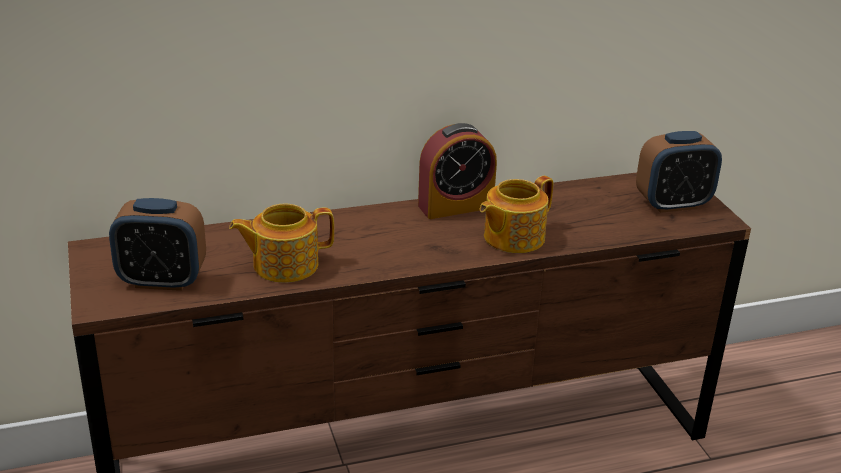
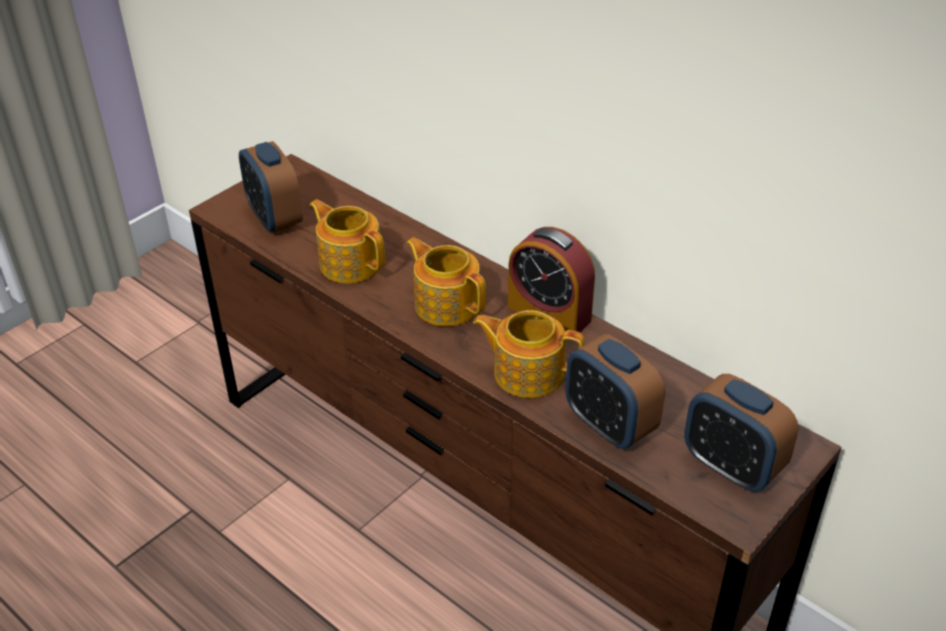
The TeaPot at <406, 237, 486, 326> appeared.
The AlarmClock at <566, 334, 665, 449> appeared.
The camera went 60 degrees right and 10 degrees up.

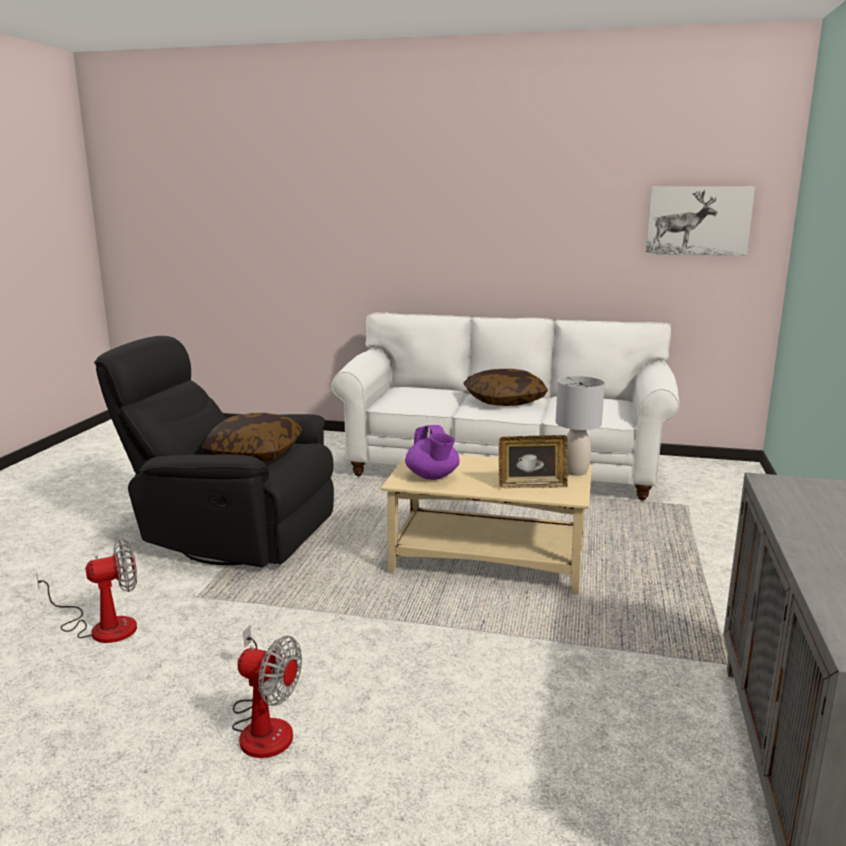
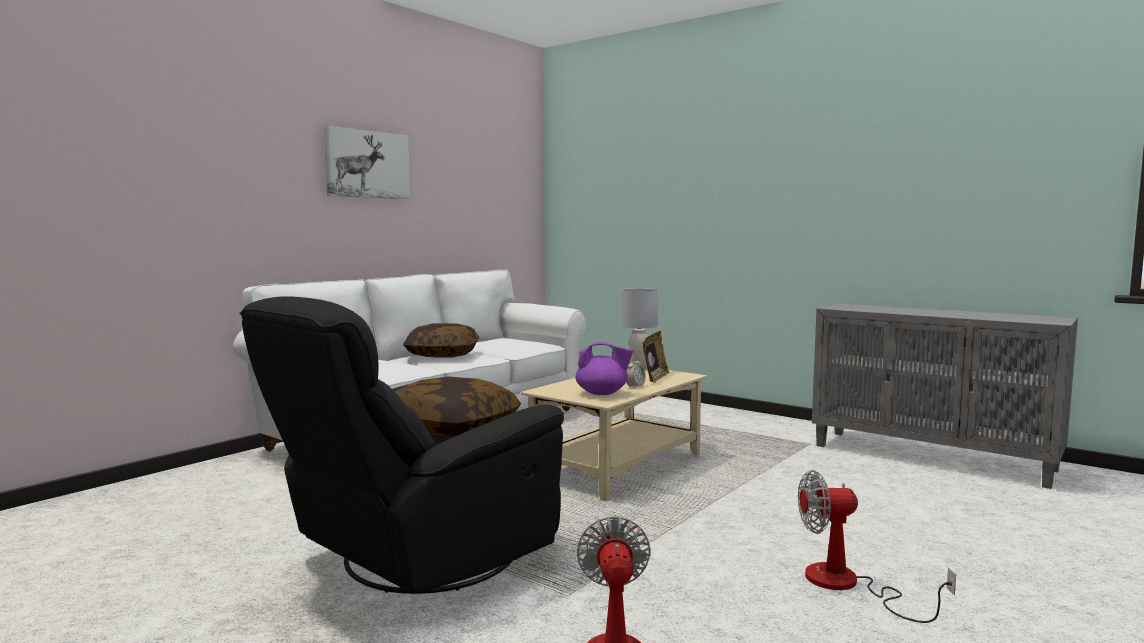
The Picture moved from <646, 187, 755, 256> to <324, 126, 410, 199>.
The AlarmClock at <626, 357, 646, 388> appeared.
The Fan at <232, 626, 302, 758> turned 135 degrees counterclockwise.
The camera went 65 degrees left and 10 degrees down.

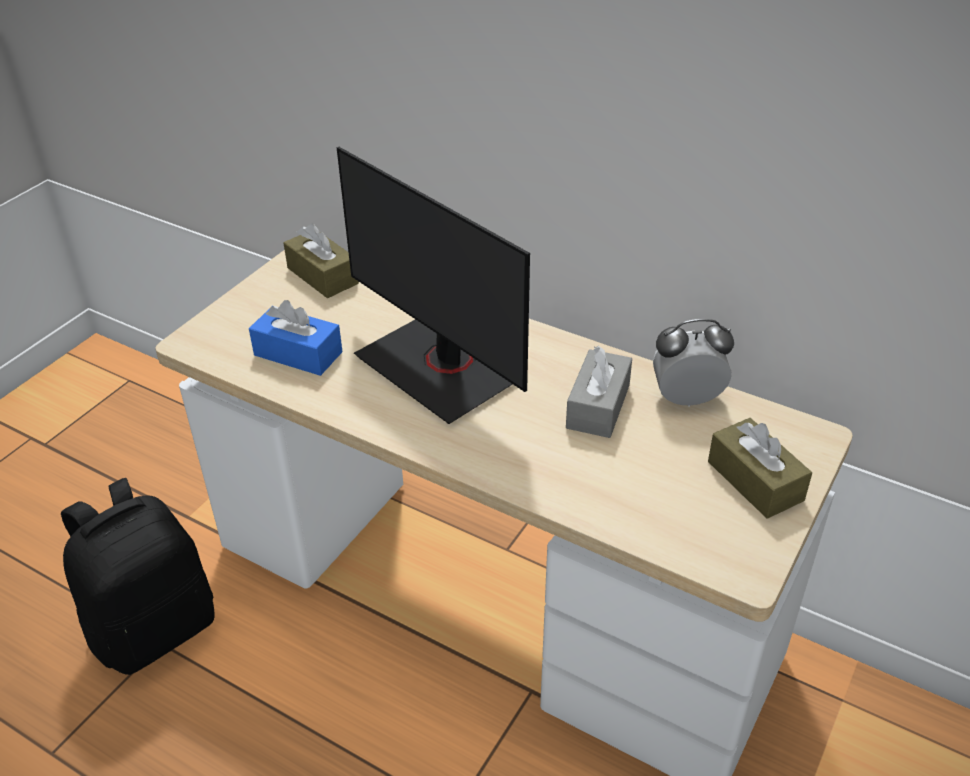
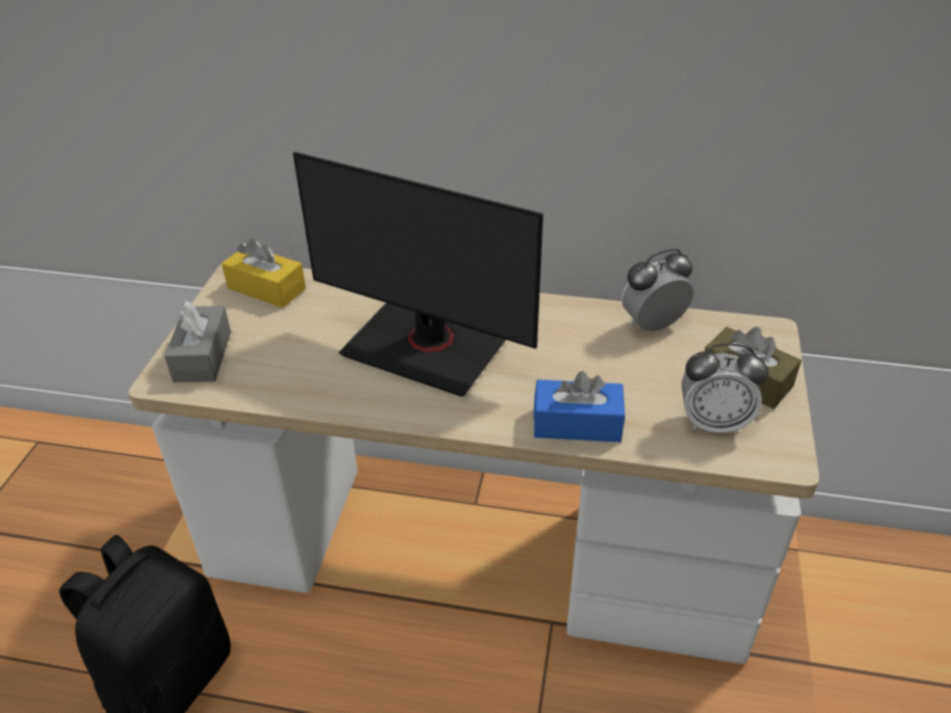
The GreyTissueHolder moved from <566, 346, 632, 438> to <165, 301, 231, 382>.
The BrownTissueHolder at <284, 223, 359, 298> became the YellowColouredTissueHolder at <222, 238, 306, 308>.
The BlueTissueHolder moved from <249, 300, 343, 376> to <533, 371, 625, 442>.
The AlarmClock at <682, 343, 769, 434> appeared.
The camera went 20 degrees left and 0 degrees up.

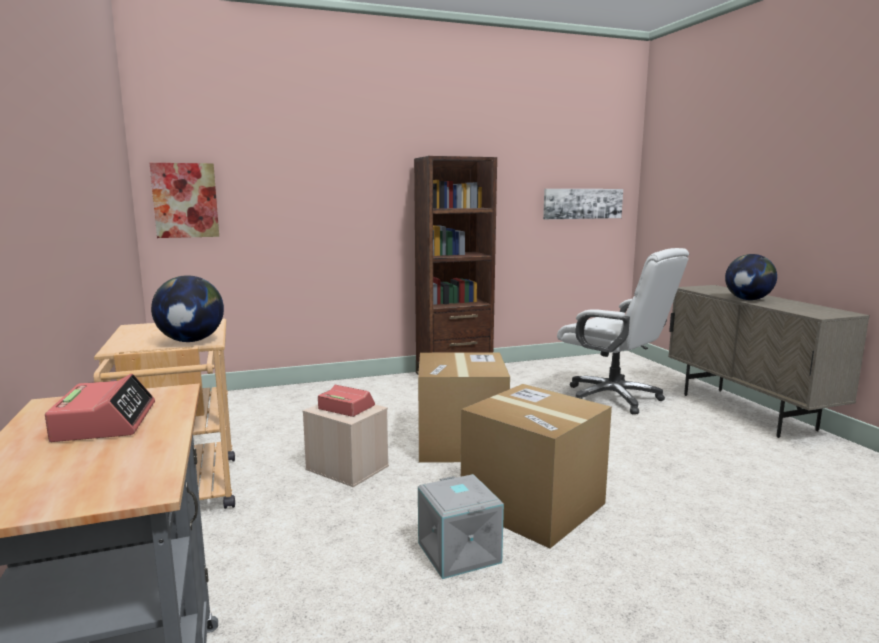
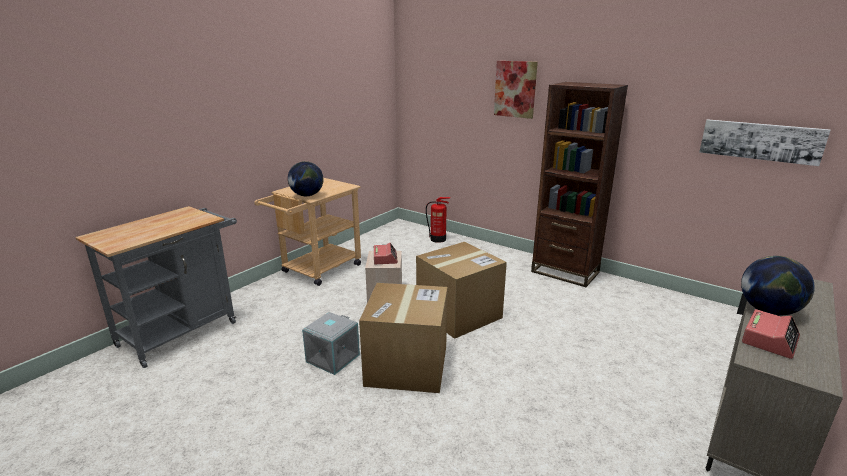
The Extinguisher at <426, 197, 450, 243> appeared.
The Picture moved from <150, 163, 219, 238> to <494, 61, 538, 119>.
The AlarmClock moved from <45, 374, 155, 442> to <742, 309, 800, 359>.
The WhiteComputerChair at <557, 248, 689, 414> disappeared.
The camera went 55 degrees right and 10 degrees up.

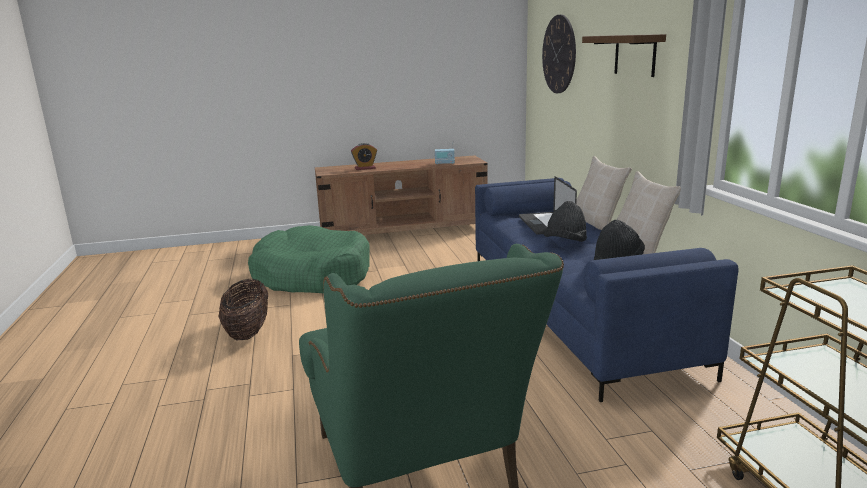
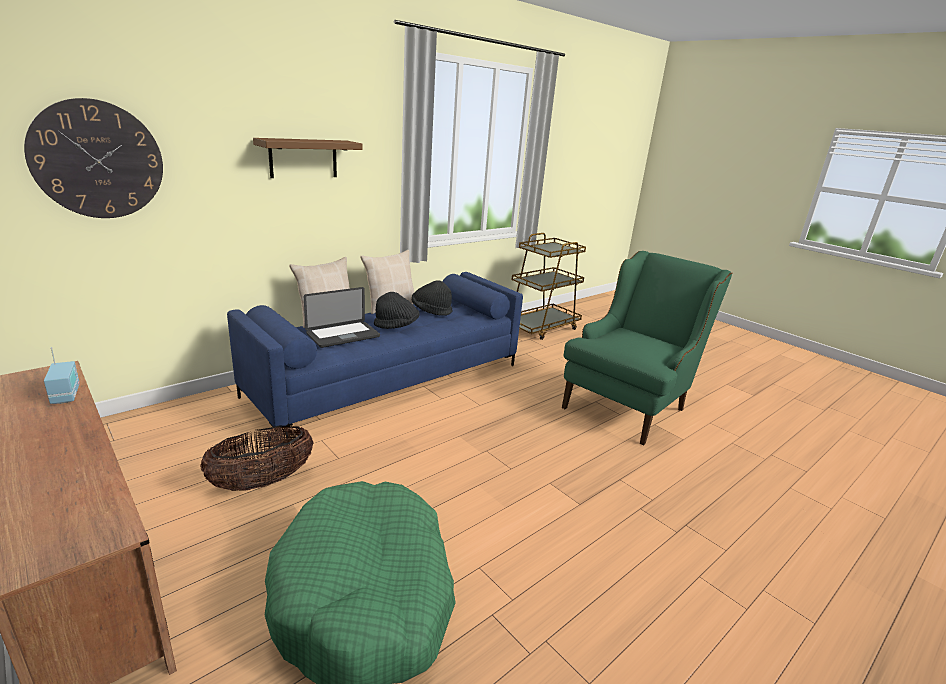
The Basket moved from <218, 279, 268, 340> to <200, 426, 314, 491>.
The AlarmClock at <351, 143, 377, 170> disappeared.
The camera went 120 degrees left and 5 degrees up.

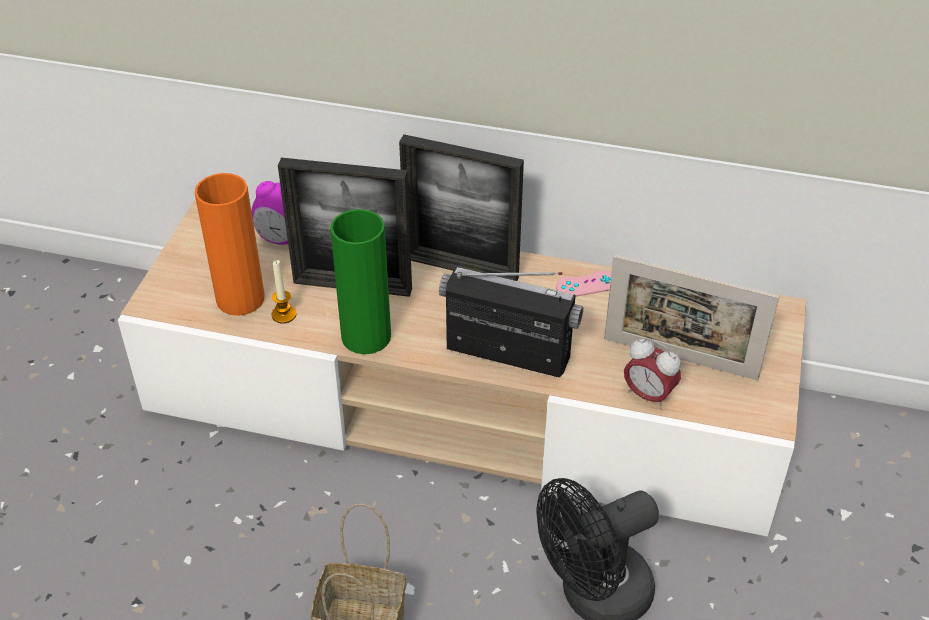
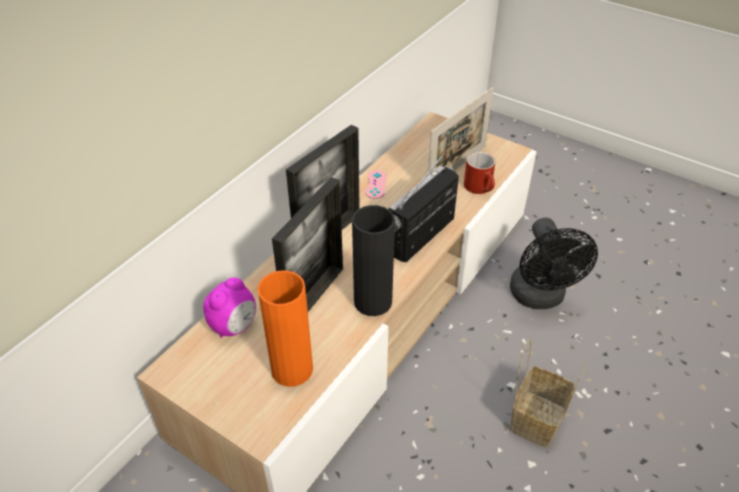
The GreenColouredDecorativeVase at <330, 209, 391, 354> became the BlackDecorativeVase at <352, 205, 395, 316>.
The AlarmClock at <624, 338, 681, 410> was replaced by the RedCoffeeMug at <464, 152, 495, 194>.
The Candle at <271, 260, 296, 323> disappeared.
The camera went 70 degrees left and 0 degrees up.

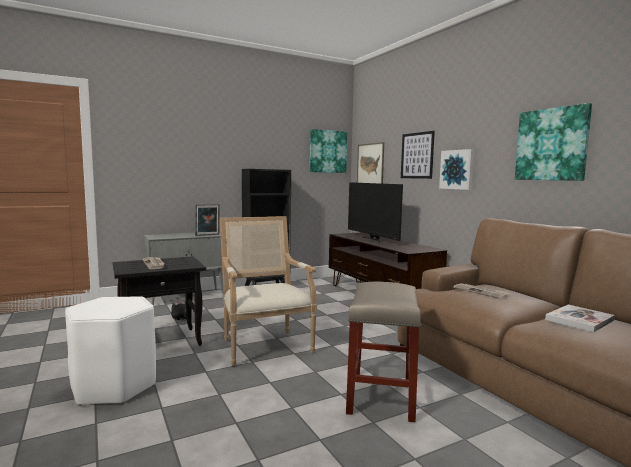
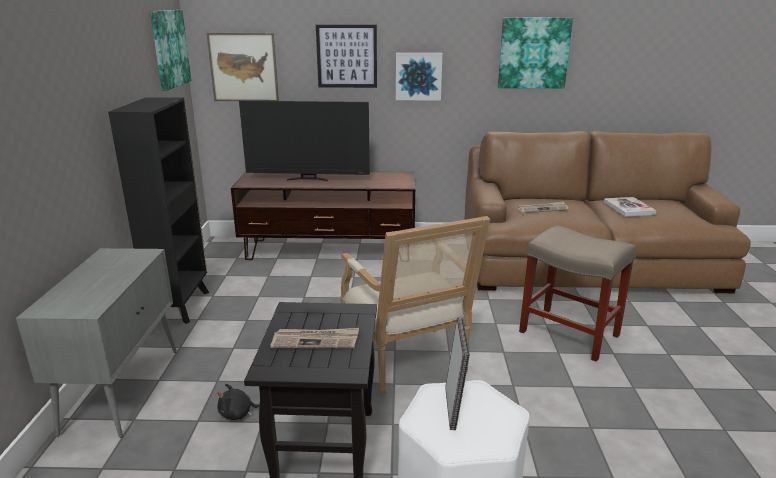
The Armchair at <220, 216, 317, 366> turned 120 degrees counterclockwise.
The PictureFrame moved from <195, 204, 220, 236> to <445, 317, 470, 430>.
The camera went 60 degrees left and 15 degrees up.

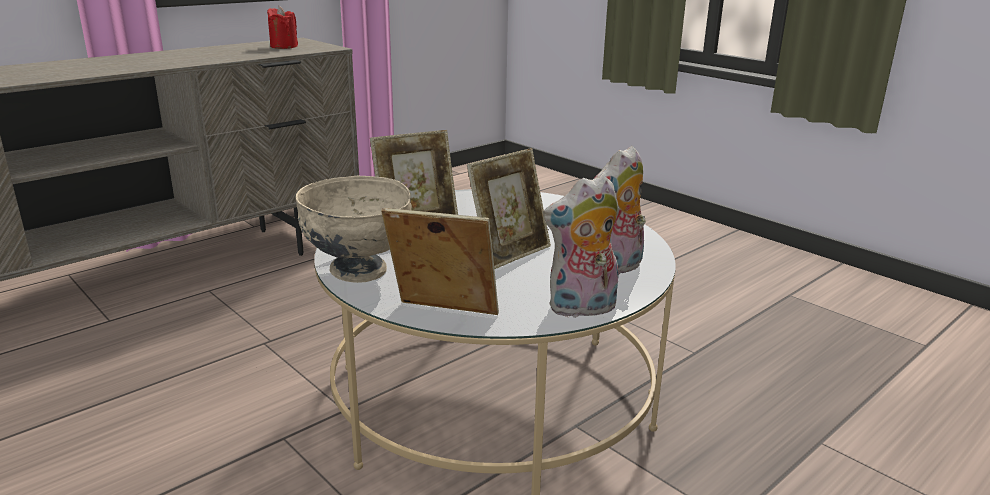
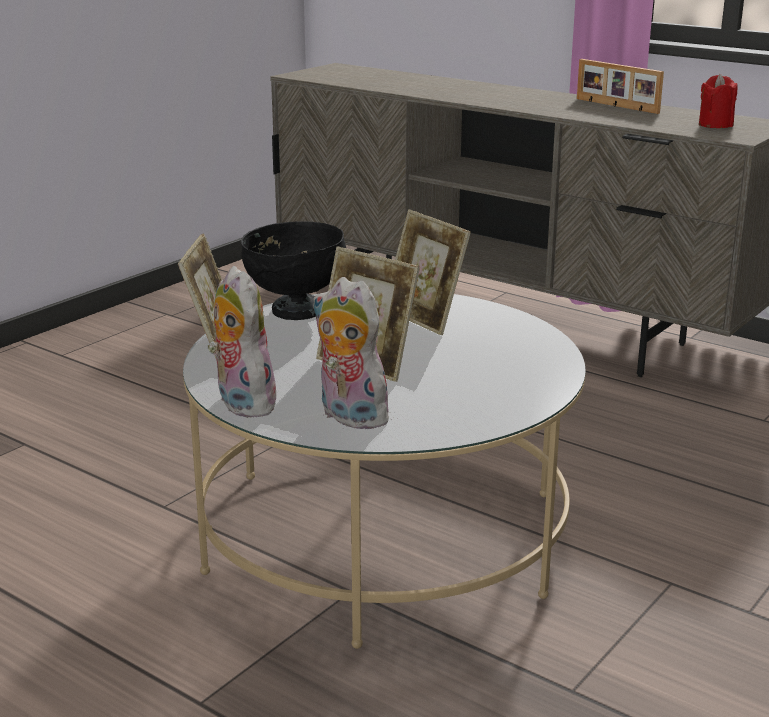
The SandColouredServingBowl at <296, 176, 411, 283> became the BlackServingBowl at <241, 221, 346, 320>.
The PictureFrame at <577, 59, 664, 114> appeared.
The camera went 80 degrees right and 0 degrees up.

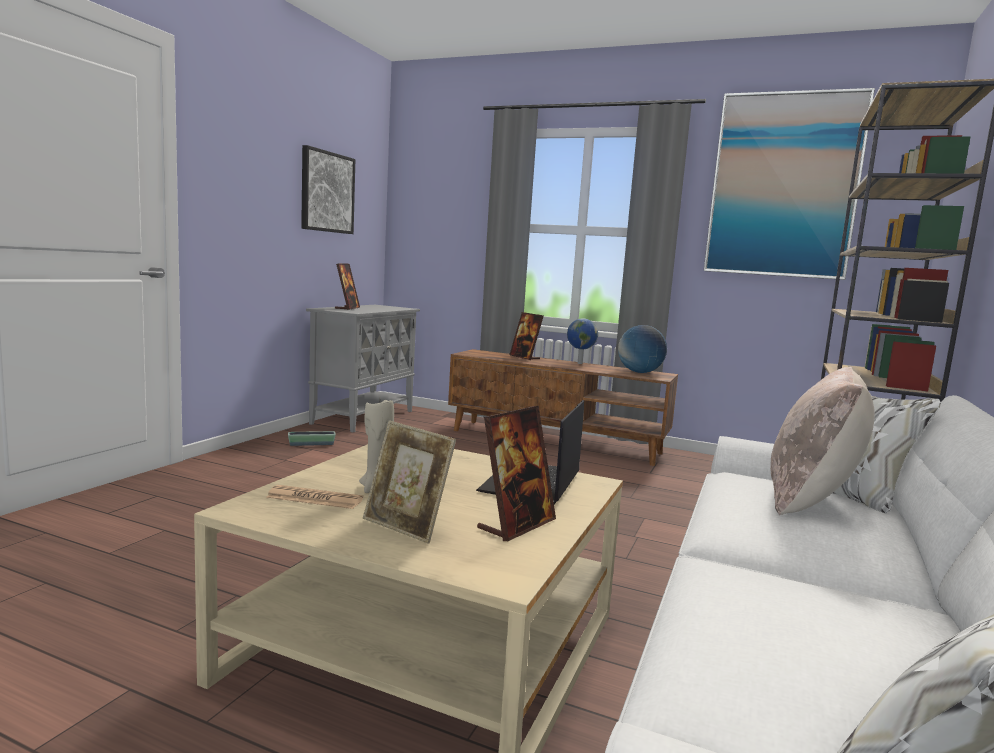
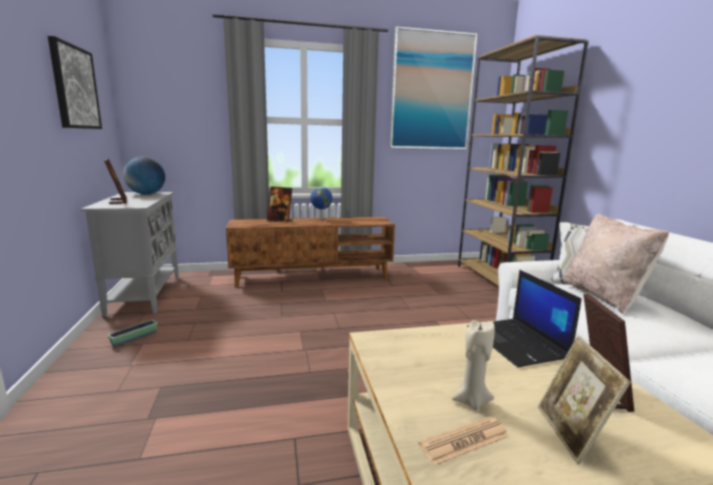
The Globe moved from <618, 325, 667, 373> to <123, 157, 165, 194>.
The PictureFrame at <363, 420, 456, 544> turned 90 degrees clockwise.
The camera went 35 degrees left and 5 degrees up.

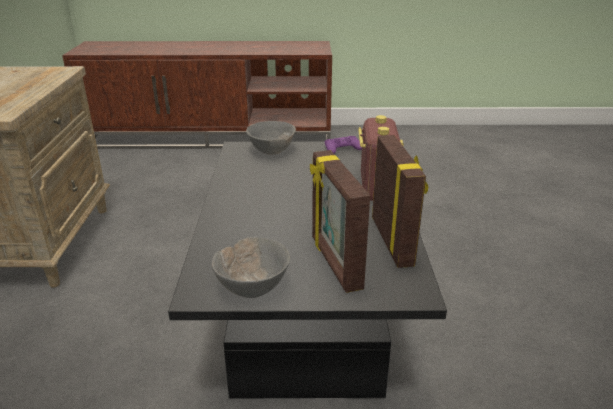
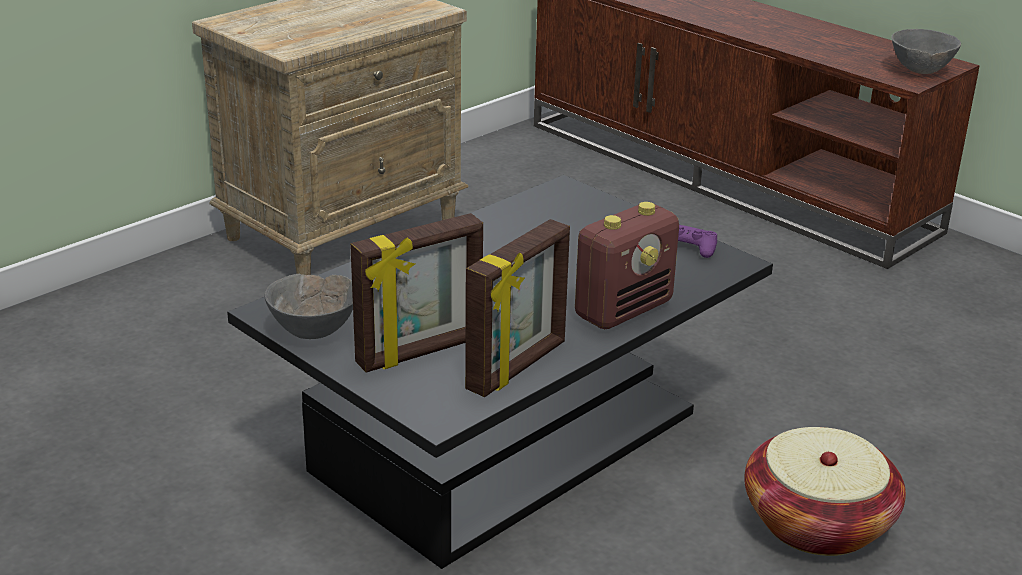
The PictureFrame at <310, 150, 370, 293> turned 150 degrees counterclockwise.
The Basket at <744, 427, 906, 556> appeared.
The GreyServingBowl moved from <246, 121, 296, 155> to <891, 29, 961, 74>.
The camera went 45 degrees right and 0 degrees up.

